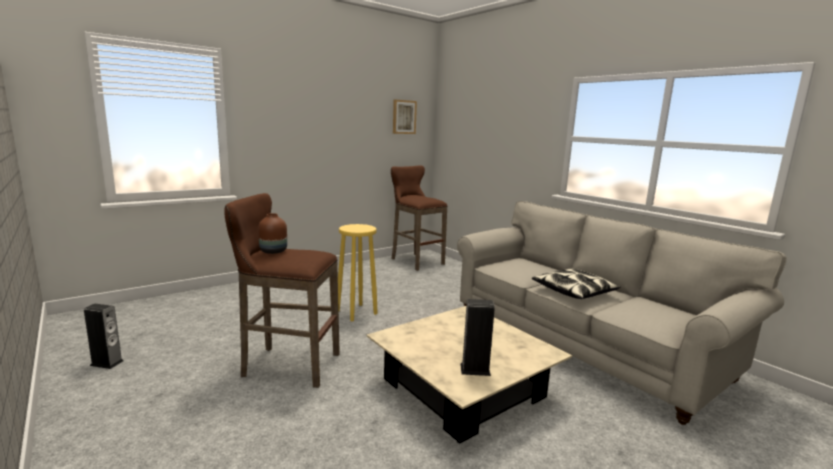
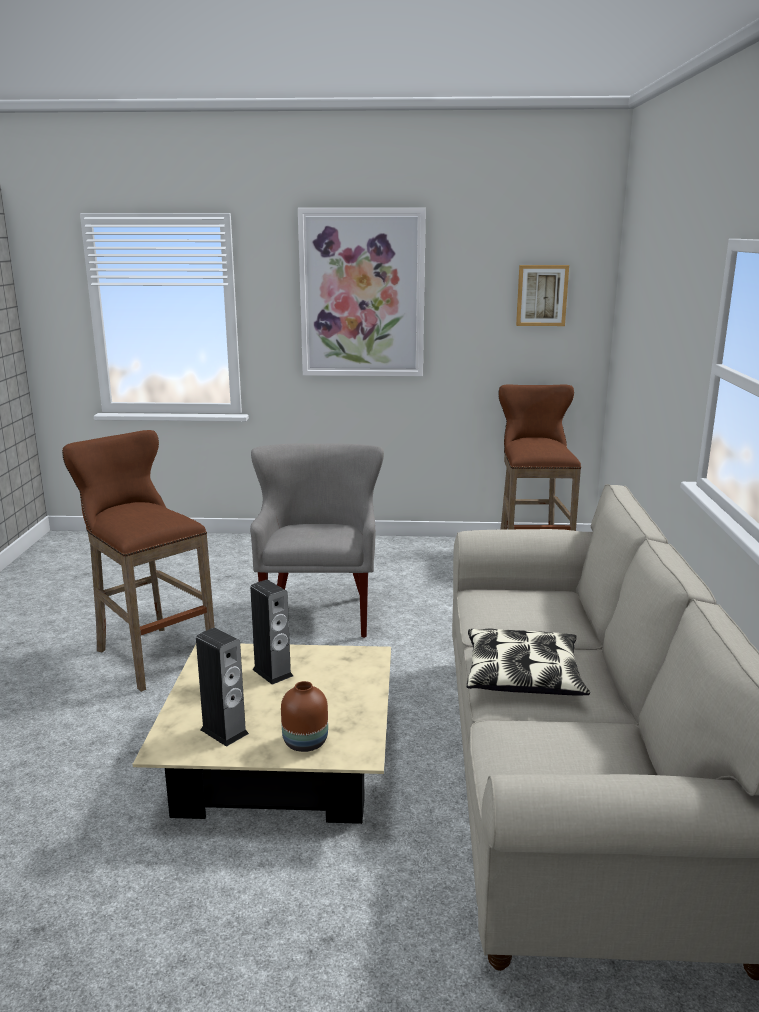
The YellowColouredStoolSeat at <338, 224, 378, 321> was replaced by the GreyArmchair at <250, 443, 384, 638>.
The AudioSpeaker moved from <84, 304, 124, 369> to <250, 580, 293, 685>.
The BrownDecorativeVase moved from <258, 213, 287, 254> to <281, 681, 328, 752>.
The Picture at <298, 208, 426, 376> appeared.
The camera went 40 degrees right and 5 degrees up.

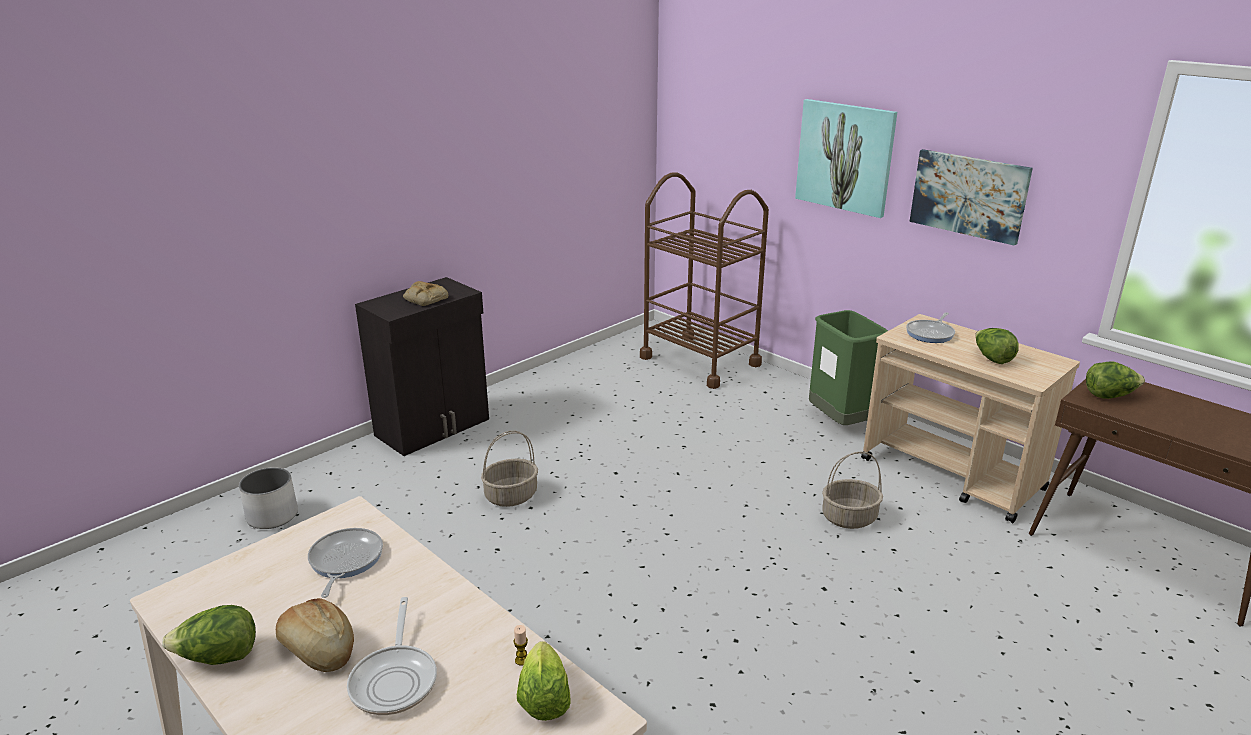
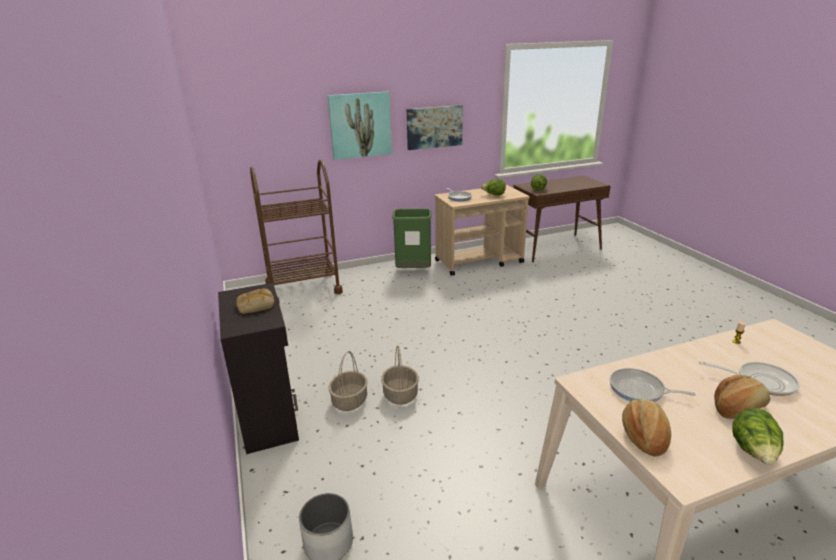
The Basket moved from <822, 451, 883, 529> to <329, 351, 368, 411>.
The BakedBread at <622, 399, 671, 456> appeared.
The HeadOfLettuce at <517, 641, 571, 721> disappeared.
The camera went 65 degrees left and 0 degrees up.

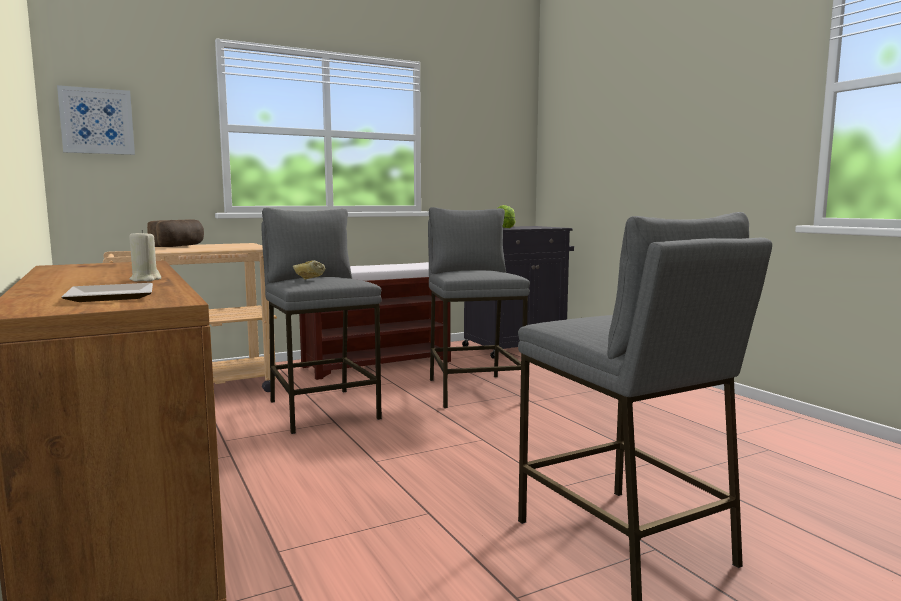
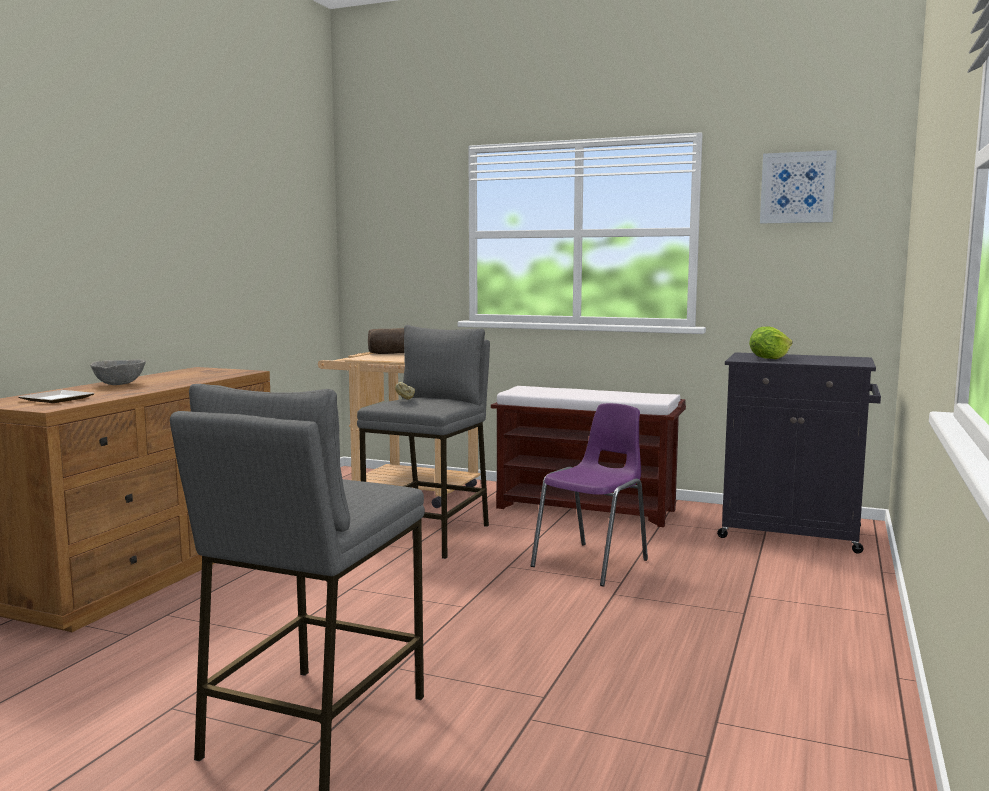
The GreyServingBowl at <90, 359, 146, 385> appeared.
The GreyStoolSeat at <428, 207, 530, 408> was replaced by the PurpleColouredChair at <531, 403, 648, 587>.
The Picture moved from <57, 85, 135, 155> to <760, 150, 837, 223>.
The SandColouredCandle at <129, 230, 161, 282> disappeared.
The camera went 50 degrees right and 0 degrees up.

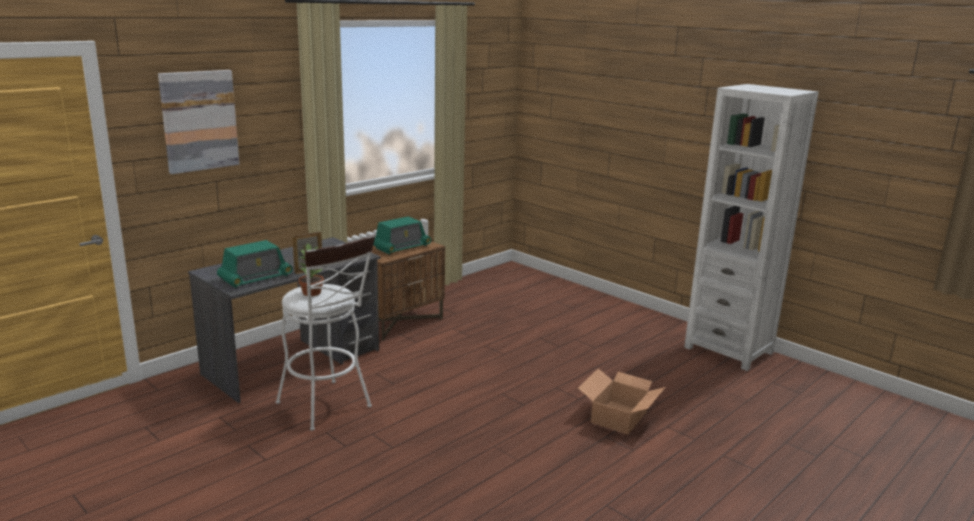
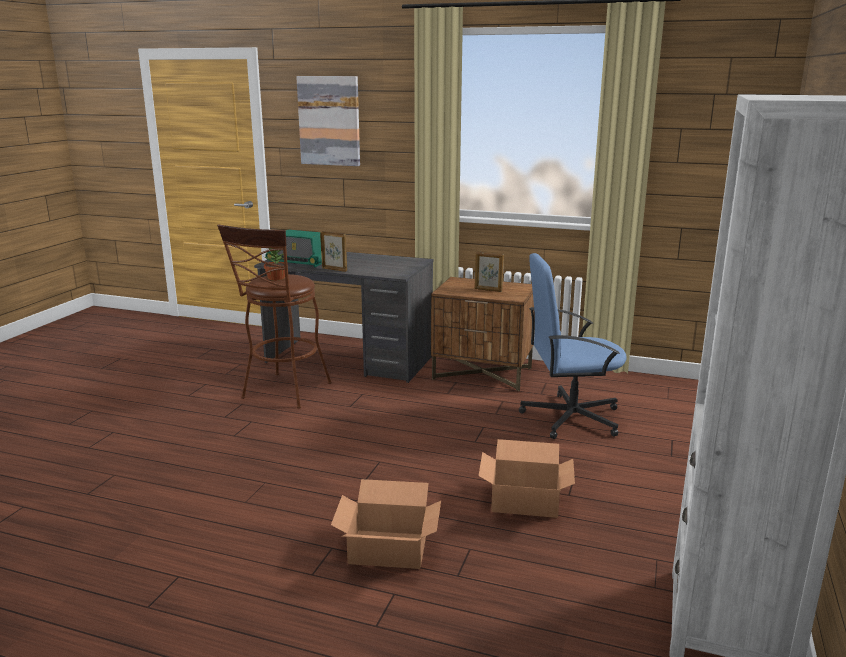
The WhiteStoolSeat at <276, 235, 375, 431> became the BrownStoolSeat at <217, 224, 332, 409>.
The RadioSet at <373, 216, 431, 255> was replaced by the PictureFrame at <475, 251, 504, 292>.
The Carton at <478, 439, 575, 518> appeared.
The BlueComputerChair at <519, 253, 626, 439> appeared.
The camera went 65 degrees right and 0 degrees up.

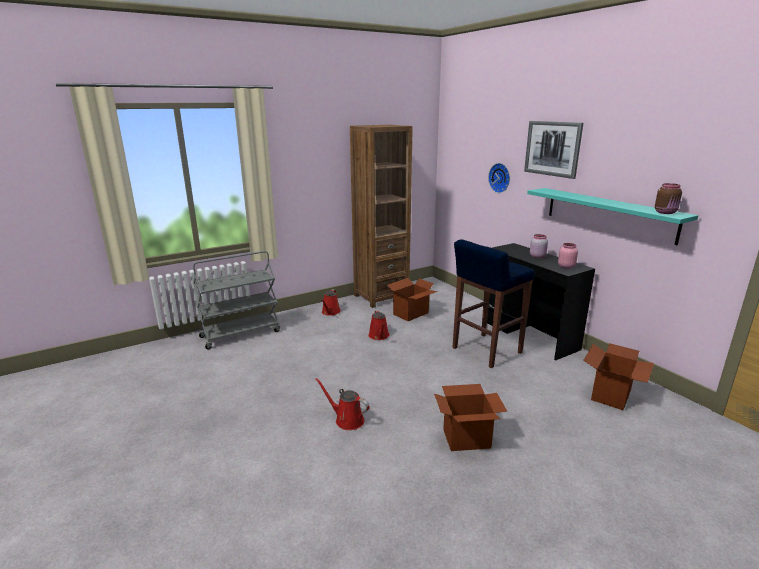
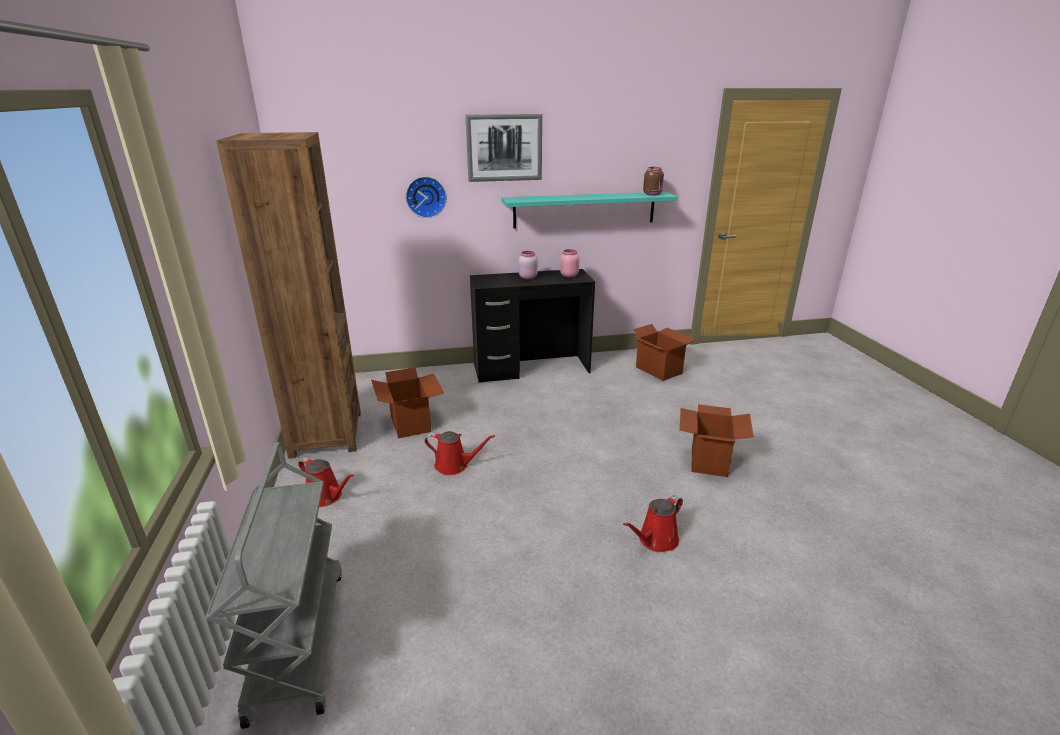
The BlueStoolSeat at <452, 240, 535, 368> disappeared.
The camera went 70 degrees left and 5 degrees up.

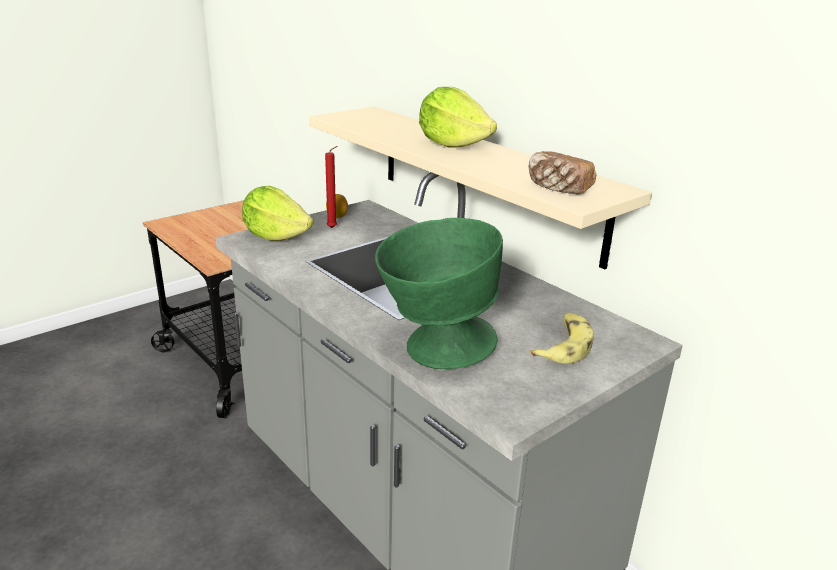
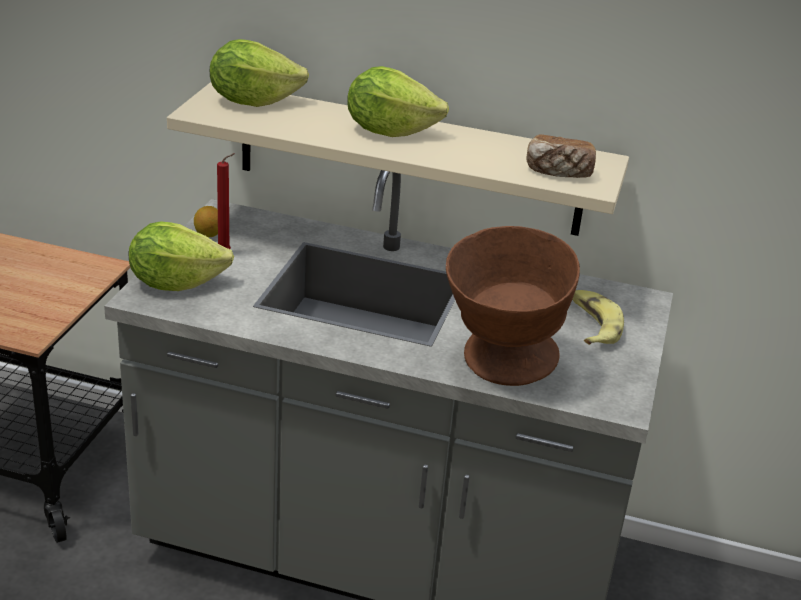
The HeadOfLettuce at <210, 39, 309, 107> appeared.
The GreenColouredServingBowl at <375, 218, 503, 369> became the BrownServingBowl at <446, 226, 580, 386>.
The camera went 35 degrees left and 5 degrees up.

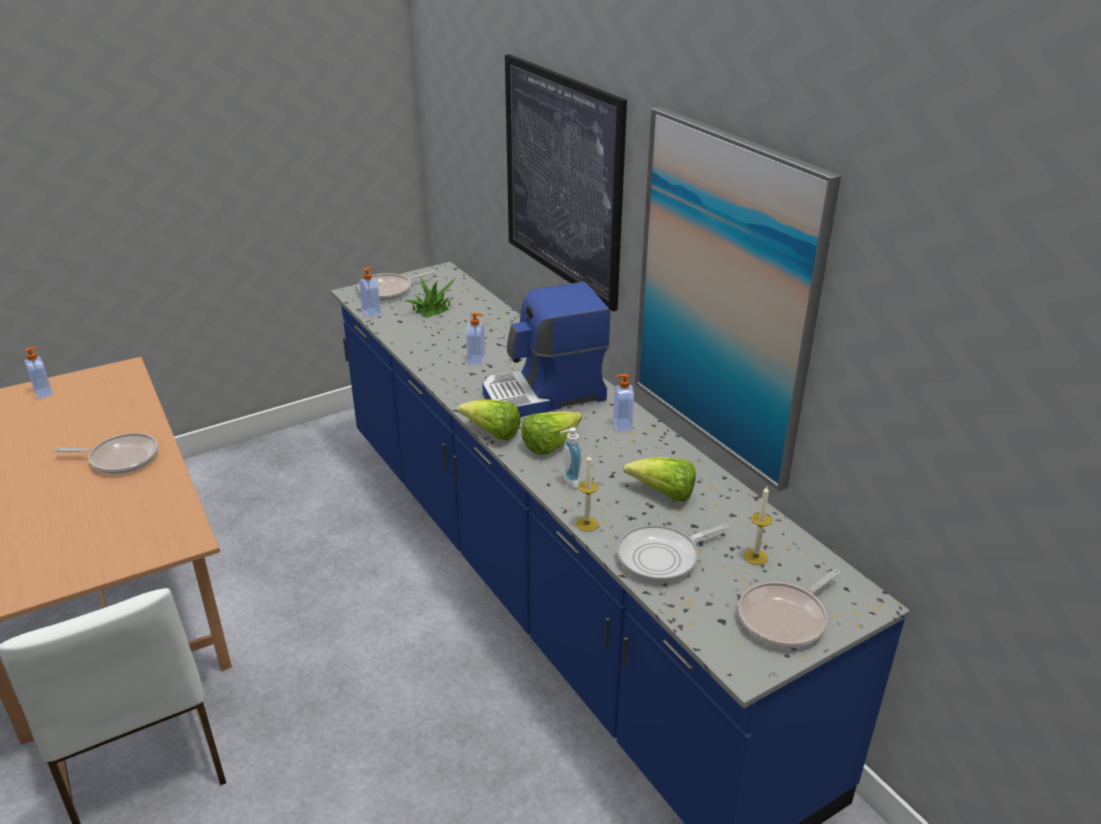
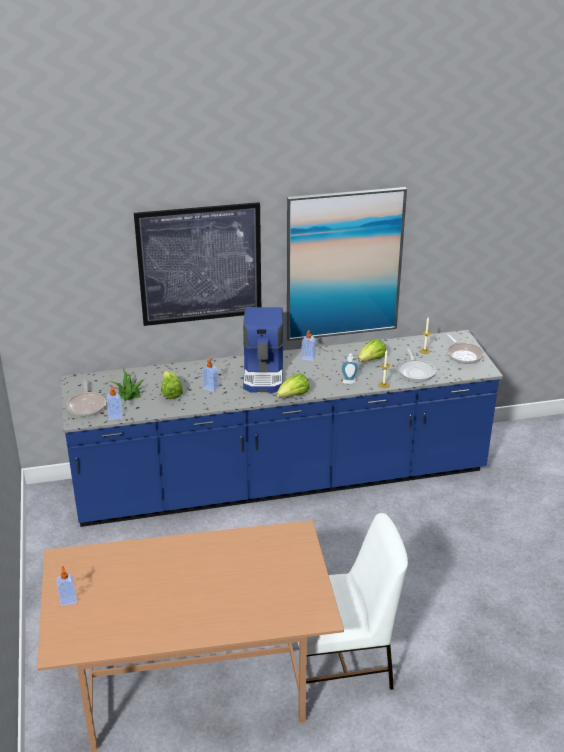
The HeadOfLettuce moved from <521, 411, 582, 455> to <161, 371, 183, 399>.
The Skillet at <55, 433, 158, 474> disappeared.
The camera went 70 degrees left and 0 degrees up.

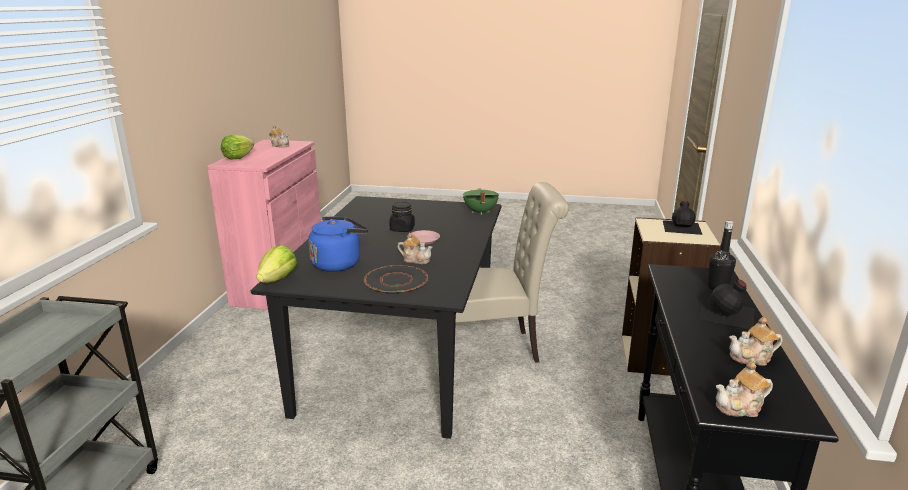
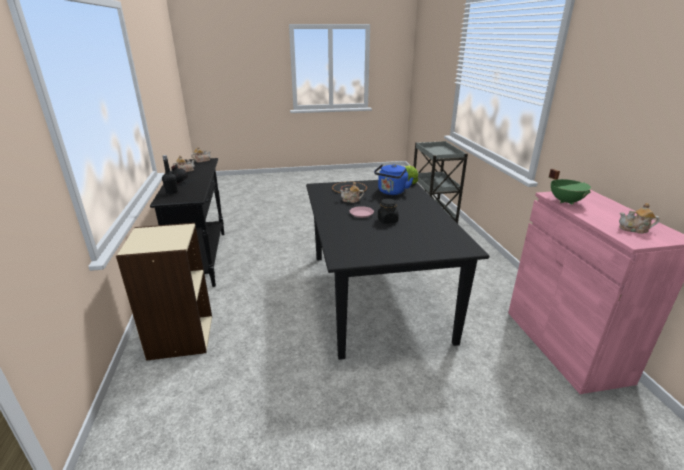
The GreenColouredCookingPot moved from <463, 188, 499, 215> to <549, 169, 591, 205>.
The HeadOfLettuce at <221, 135, 254, 159> disappeared.
The SandColouredChair at <456, 182, 569, 363> disappeared.
The BlackDrinkBottle at <663, 201, 703, 235> disappeared.
The camera went 160 degrees right and 5 degrees up.

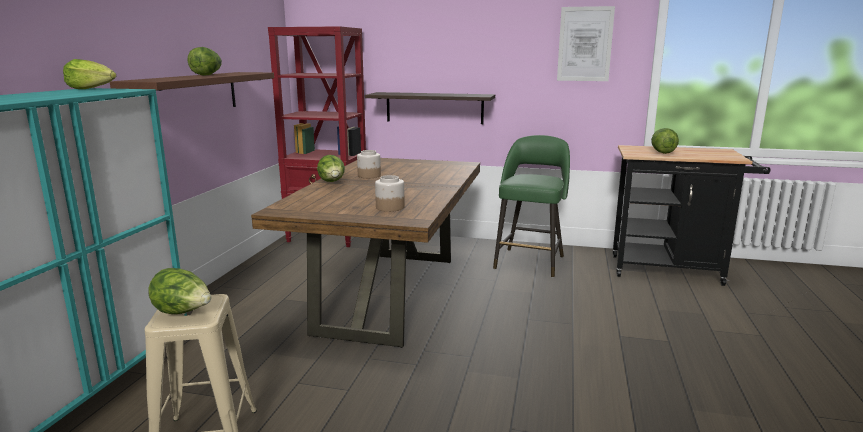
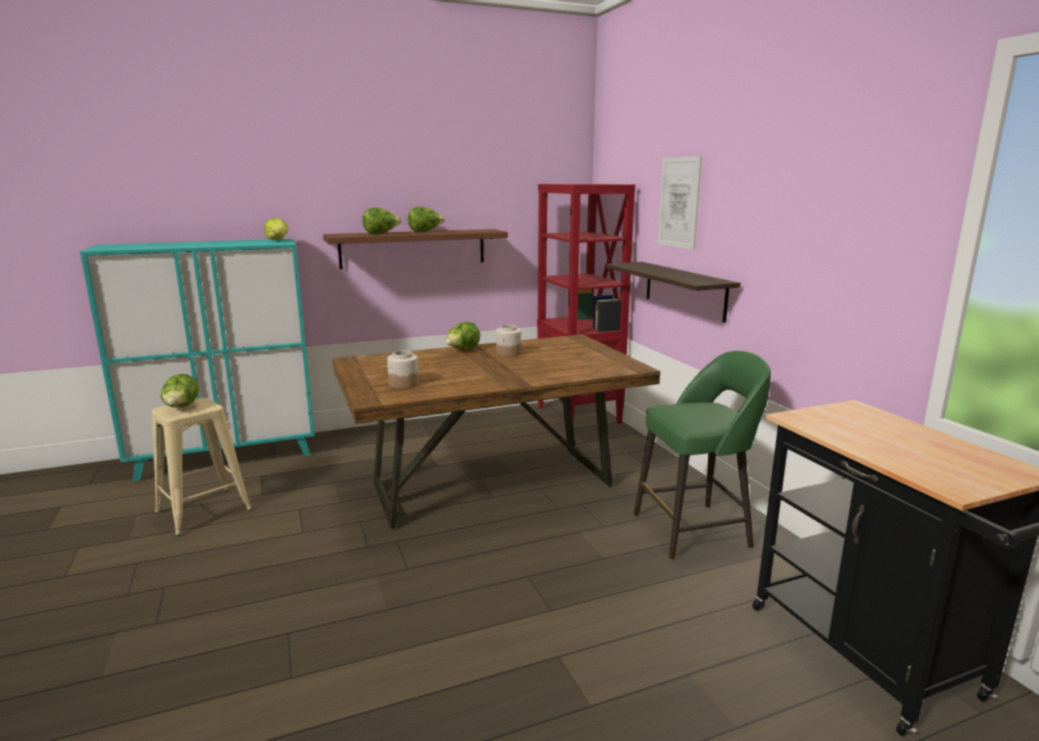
The HeadOfLettuce moved from <651, 128, 679, 154> to <362, 208, 401, 234>.
The Picture moved from <557, 6, 615, 81> to <658, 156, 702, 250>.
The camera went 55 degrees right and 0 degrees up.

